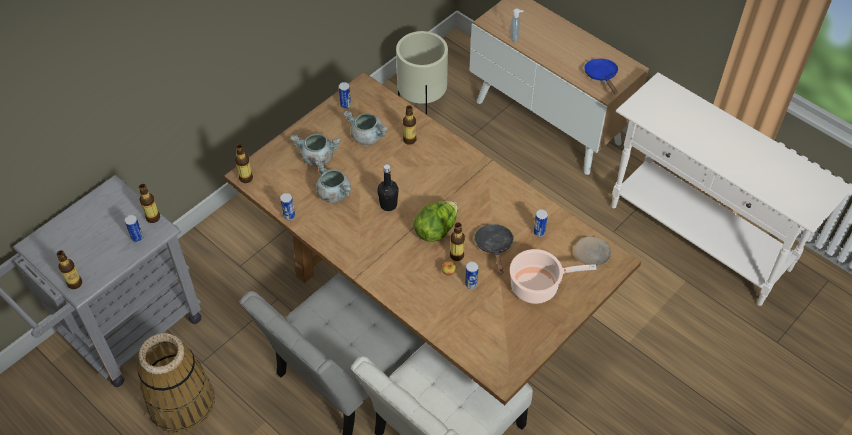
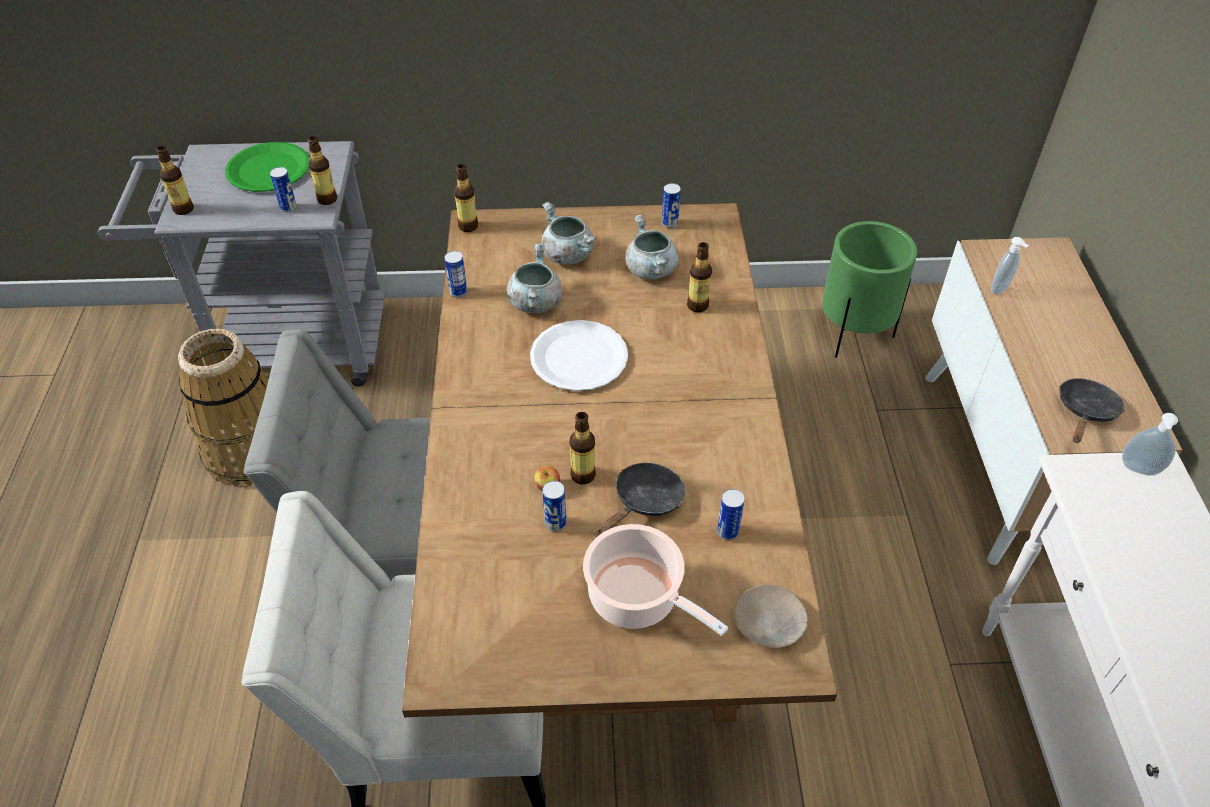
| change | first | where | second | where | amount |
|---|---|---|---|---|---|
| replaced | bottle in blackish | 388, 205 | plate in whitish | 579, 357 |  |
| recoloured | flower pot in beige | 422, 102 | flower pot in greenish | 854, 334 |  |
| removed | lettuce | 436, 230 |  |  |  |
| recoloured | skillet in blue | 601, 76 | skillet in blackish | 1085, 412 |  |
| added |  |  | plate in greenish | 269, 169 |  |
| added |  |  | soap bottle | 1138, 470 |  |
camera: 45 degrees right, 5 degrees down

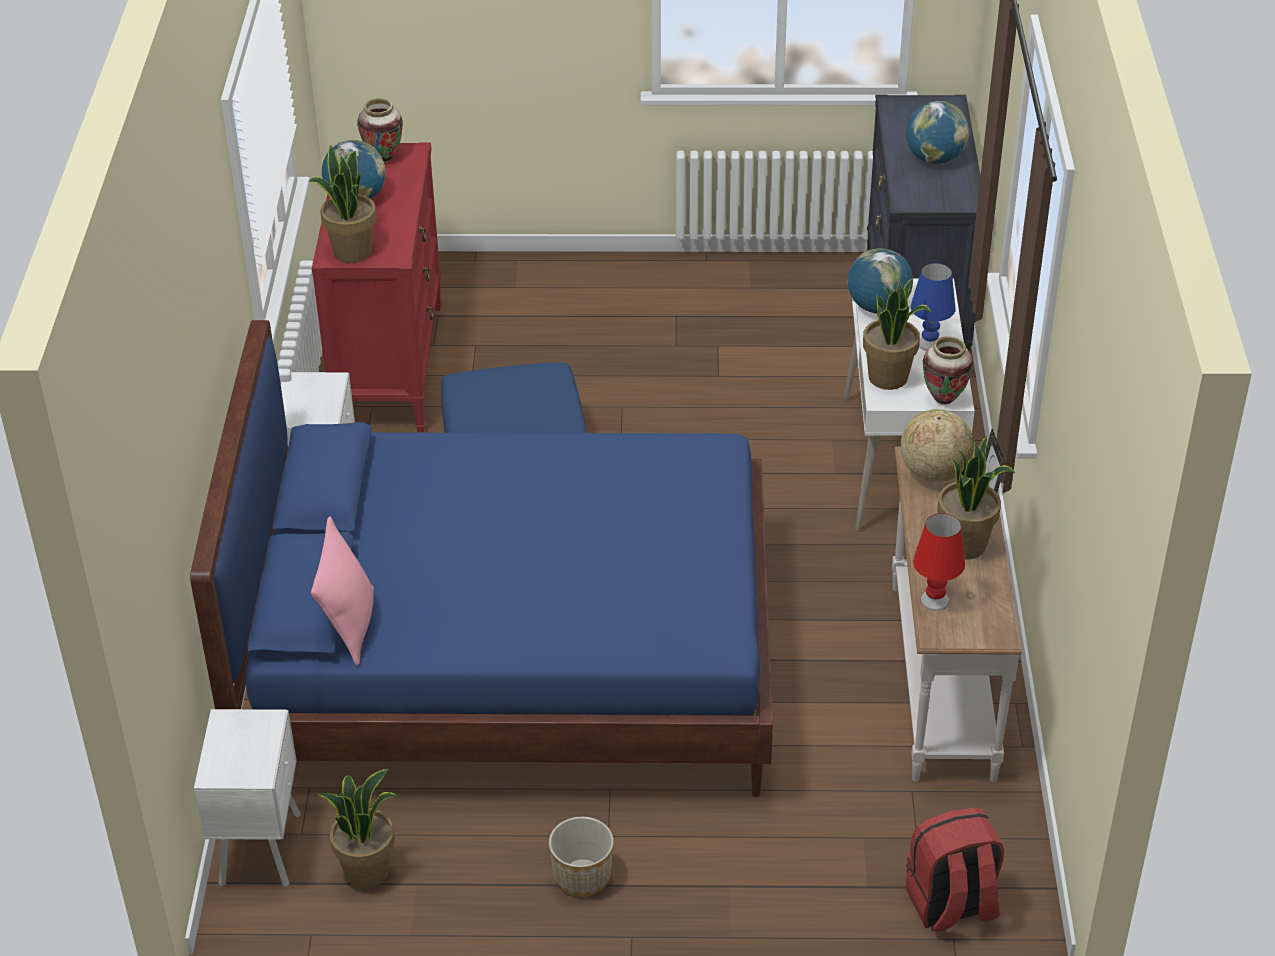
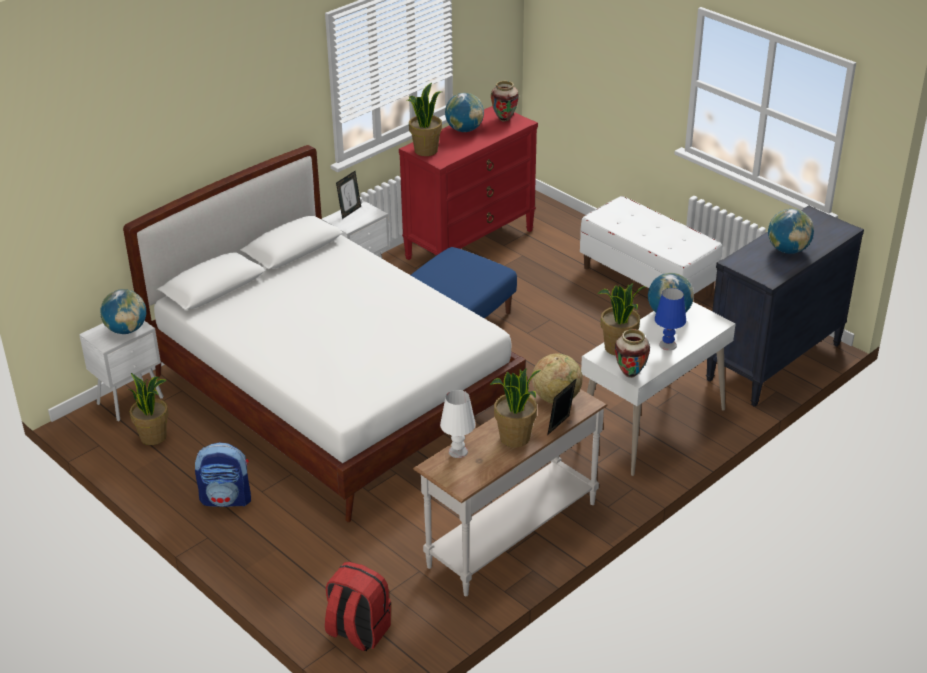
| change | first | where | second | where | amount |
|---|---|---|---|---|---|
| recoloured | sleeping bed in blue | 510, 660 | sleeping bed in whitish | 333, 394 |  |
| removed | pillow in pink | 350, 626 |  |  |  |
| replaced | flower pot | 582, 875 | backpack | 227, 499 |  |
| recoloured | lamp for a table in red | 935, 600 | lamp for a table in whitish | 458, 451 |  |
| added |  |  | desk globe | 126, 330 |  |
| added |  |  | photo frame | 349, 212 |  |
| added |  |  | long seat in whitish | 647, 281 |  |
camera: 45 degrees right, 5 degrees down

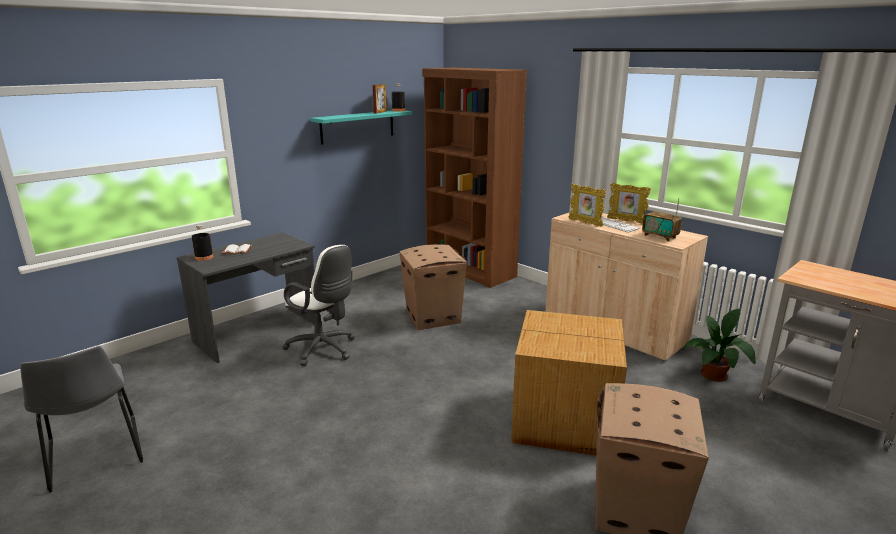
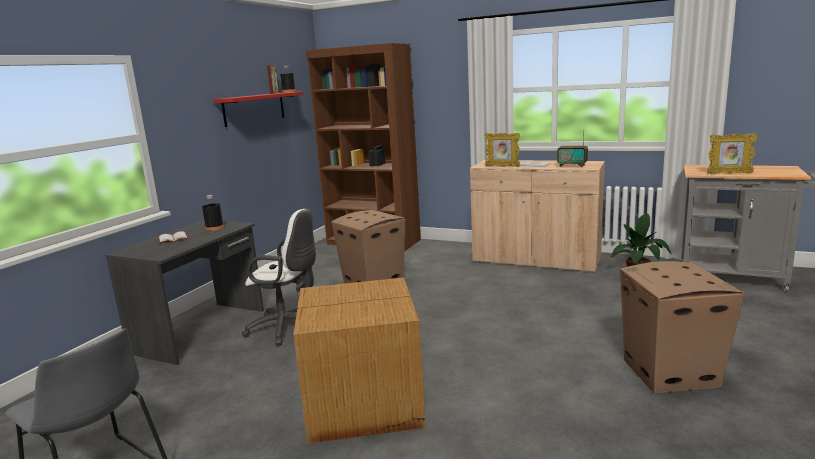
| change | first | where | second | where | amount |
|---|---|---|---|---|---|
| moved | bottle in blackish | 204, 257 |  | 214, 228 |  |
| recoloured | bracket shelf in turquoise-coloured | 357, 126 | bracket shelf in red | 254, 108 |  |
| moved | carton | 566, 421 |  | 365, 403 |  |
| moved | photo frame | 626, 221 |  | 729, 174 |  |
camera: 20 degrees left, 5 degrees down

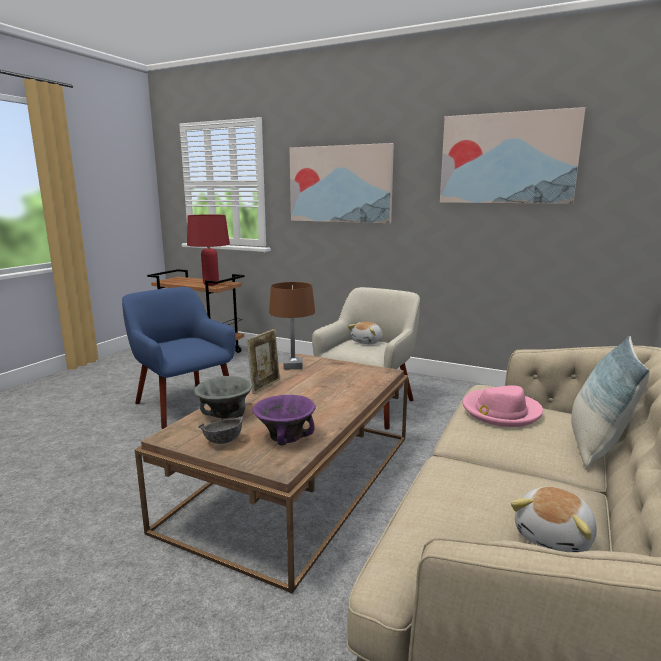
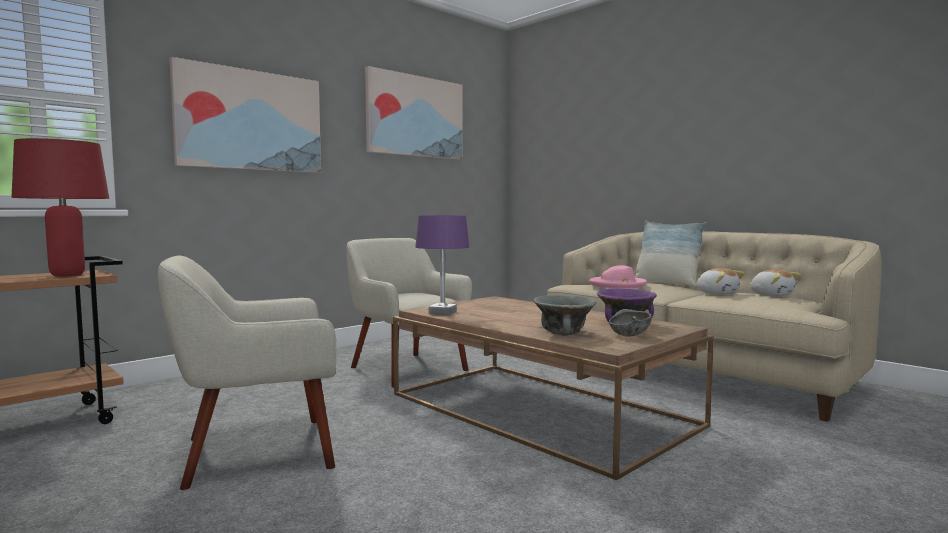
| change | first | where | second | where | amount |
|---|---|---|---|---|---|
| recoloured | lounge chair in blue | 183, 404 | lounge chair in beige | 255, 451 |  |
| removed | photo frame | 265, 386 |  |  |  |
| recoloured | lamp for a table in brown-coloured | 293, 366 | lamp for a table in purple | 442, 313 |  |
| moved | soft toy | 367, 342 |  | 717, 293 |  |
camera: 70 degrees left, 10 degrees down

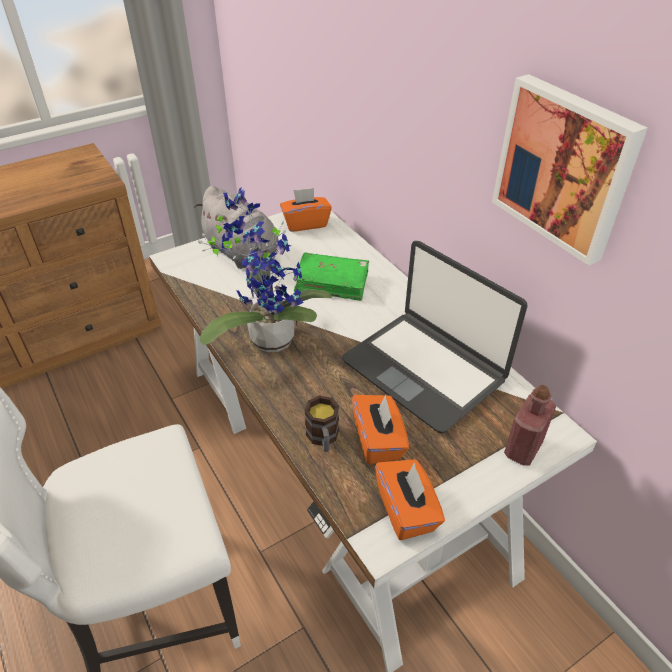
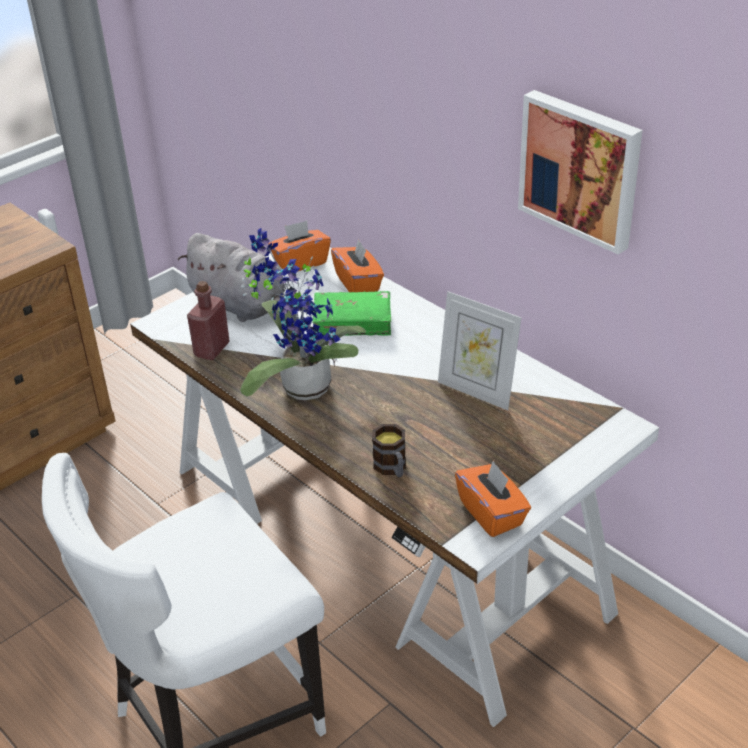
| change | first | where | second | where | amount |
|---|---|---|---|---|---|
| replaced | portable computer | 424, 370 | photo frame | 476, 391 |  |
| moved | box of tissues in orangey | 378, 441 |  | 358, 283 |  |
| moved | bottle in red | 523, 449 |  | 212, 349 |  |
camera: 10 degrees left, 5 degrees down

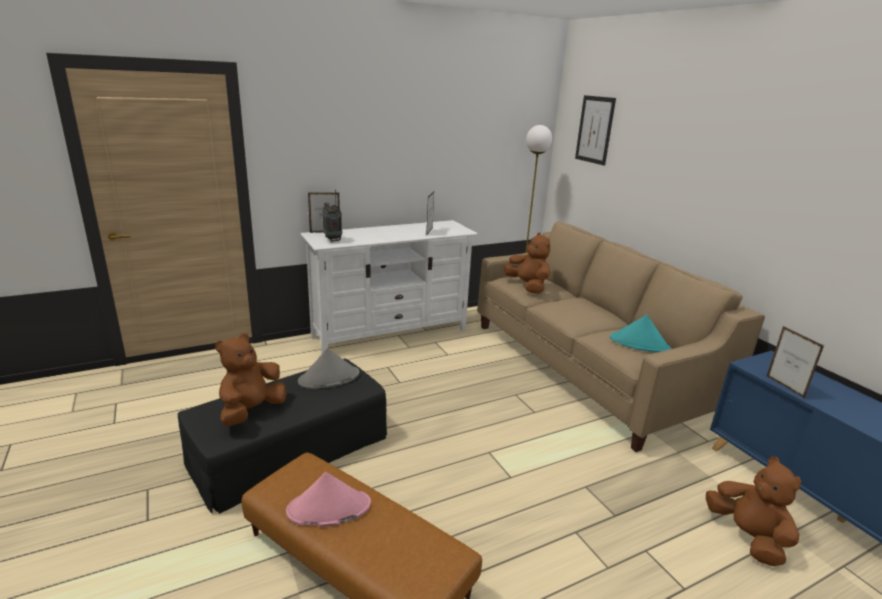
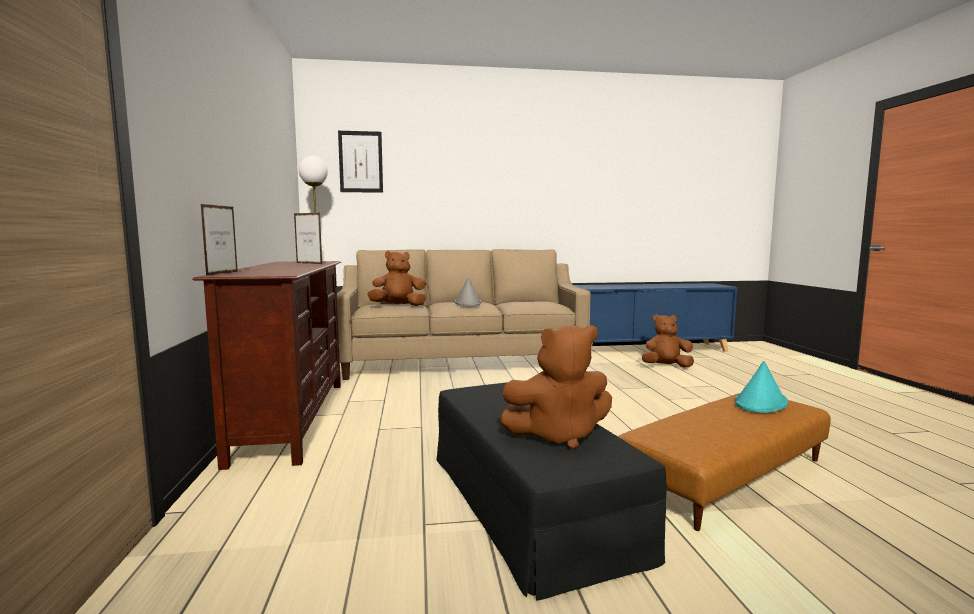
| change | first | where | second | where | amount |
|---|---|---|---|---|---|
| turned | soft toy in brown-coloured | 251, 411 |  | 558, 435 | 60 degrees counterclockwise |
| removed | wearable hat in pink | 328, 508 |  |  |  |
| moved | wearable hat in gray | 329, 378 |  | 468, 303 |  |
| recoloured | tv stand in whitish | 390, 333 | tv stand in brown-coloured | 291, 419 |  |
| removed | radio set | 333, 240 |  |  |  |
| moved | wearable hat in turquoise-coloured | 639, 343 |  | 760, 403 |  |
| removed | photo frame | 784, 387 |  |  |  |
camera: 70 degrees left, 15 degrees down

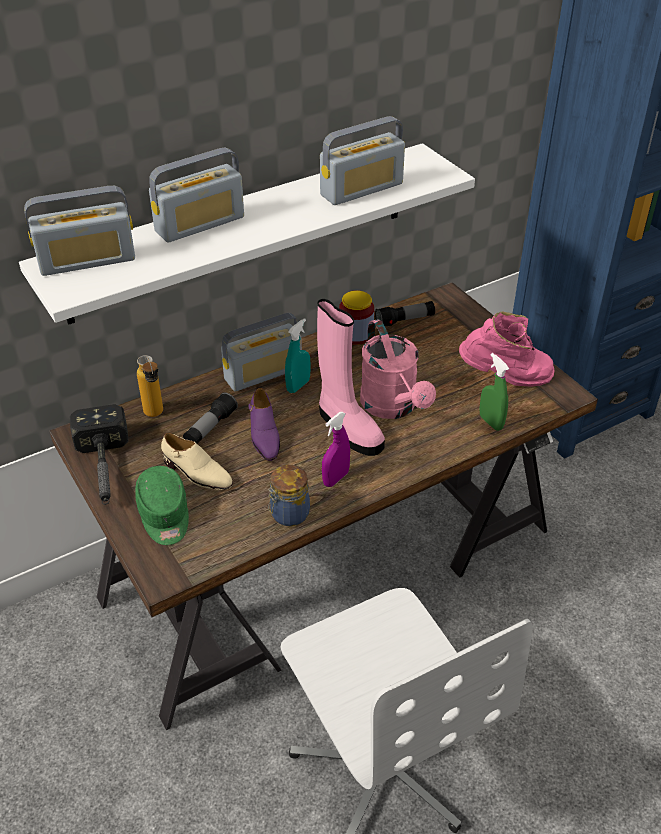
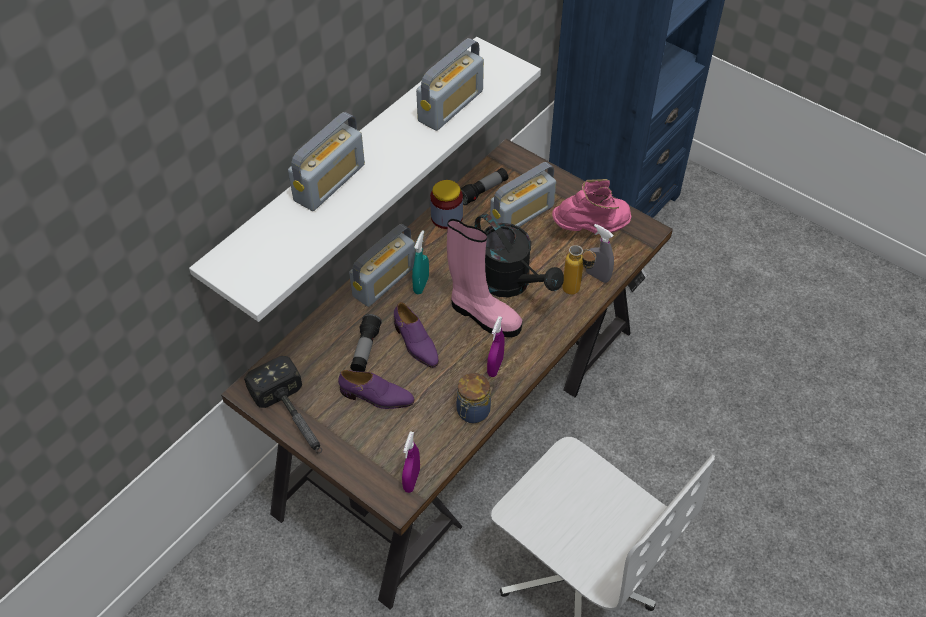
| change | first | where | second | where | amount |
|---|---|---|---|---|---|
| moved | radio set | 87, 261 |  | 522, 215 |  |
| removed | cap in greenish | 164, 516 |  |  |  |
| moved | bottle | 156, 416 |  | 576, 292 |  |
| recoloured | low shoe in beige | 197, 473 | low shoe in purple | 376, 397 |  |
| recoloured | sprinkling can in pink | 393, 407 | sprinkling can in blackish | 511, 284 |  |
| recoloured | sprayer in greenish | 491, 422 | sprayer in gray | 597, 276 |  |
| added |  |  | sprayer in purple | 411, 480 |  |
camera: 20 degrees left, 10 degrees up

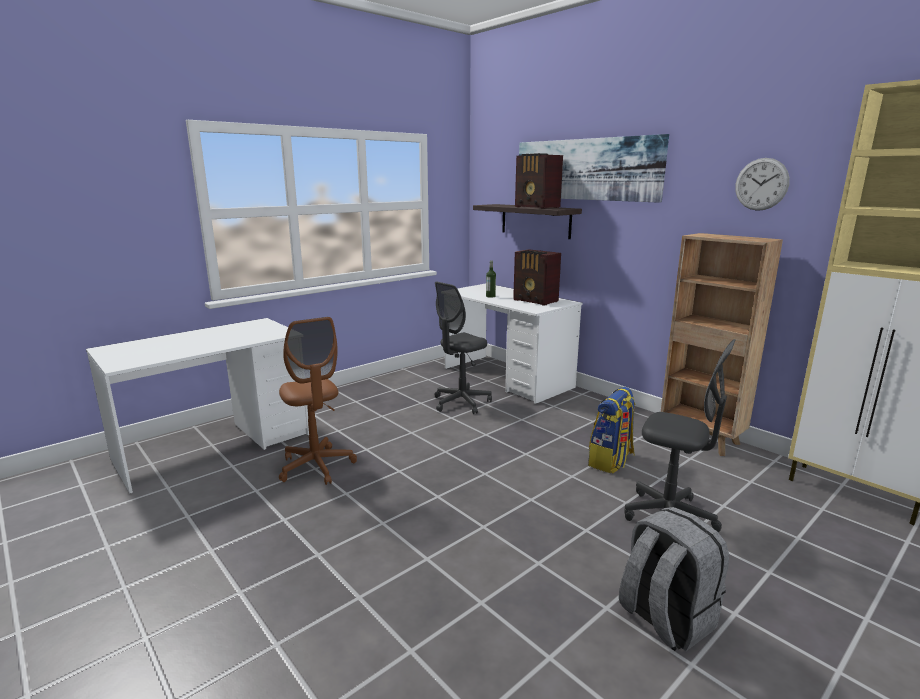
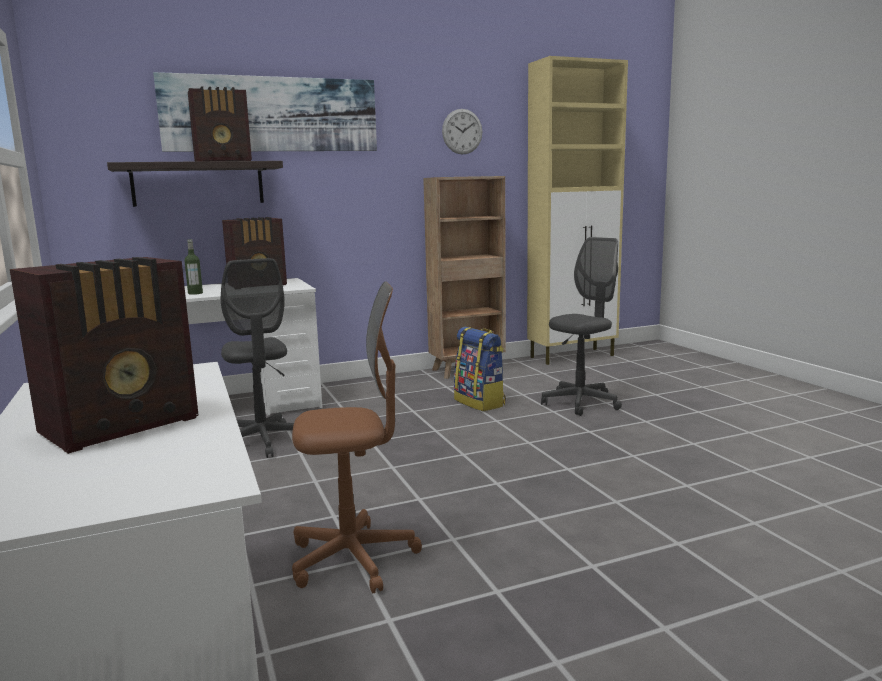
| change | first | where | second | where | amount |
|---|---|---|---|---|---|
| removed | backpack in gray | 664, 618 |  |  |  |
| added |  |  | radio set | 124, 425 |  |
camera: 70 degrees left, 5 degrees down

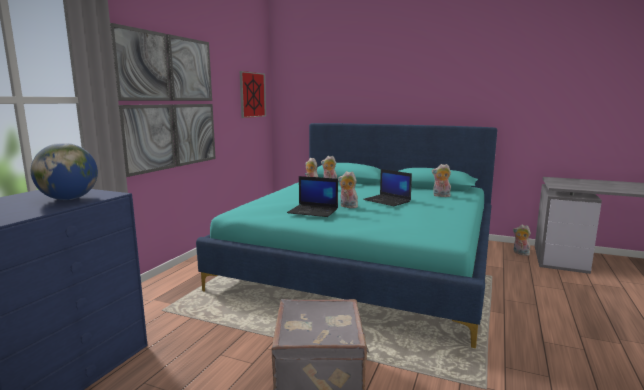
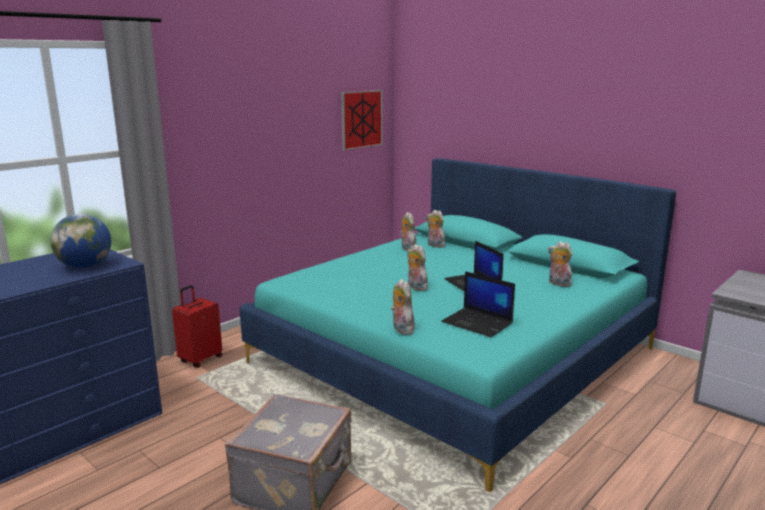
| change | first | where | second | where | amount |
|---|---|---|---|---|---|
| removed | wall art | 169, 102 |  |  |  |
| moved | portable computer | 314, 211 |  | 478, 323 |  |
| moved | soft toy | 520, 253 |  | 401, 329 |  |
| added |  |  | travel case in red | 200, 359 |  |
camera: 20 degrees right, 5 degrees up

